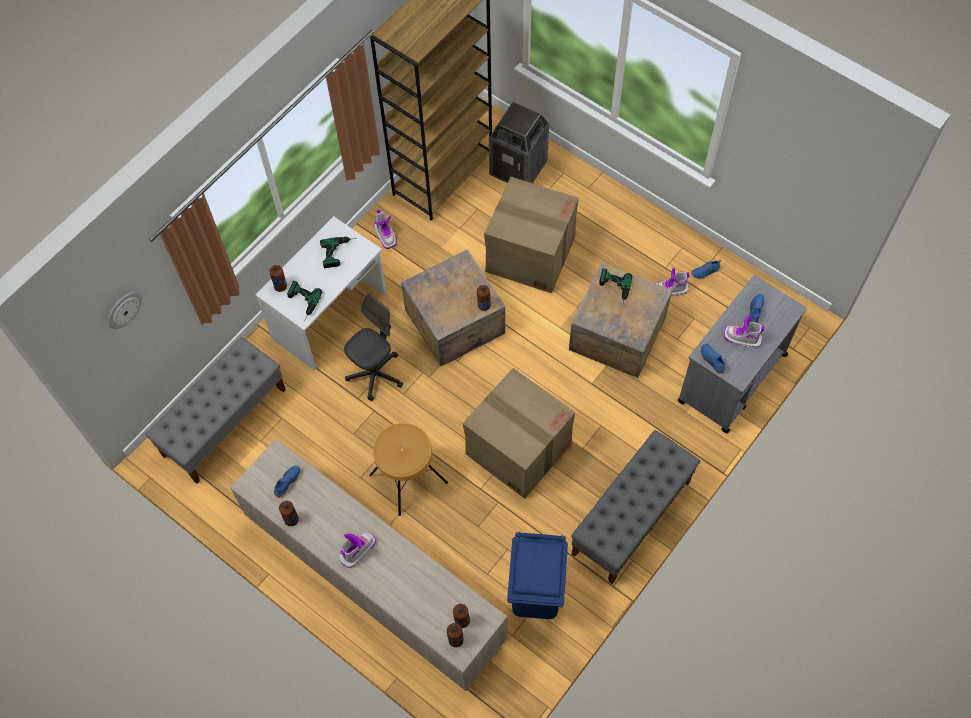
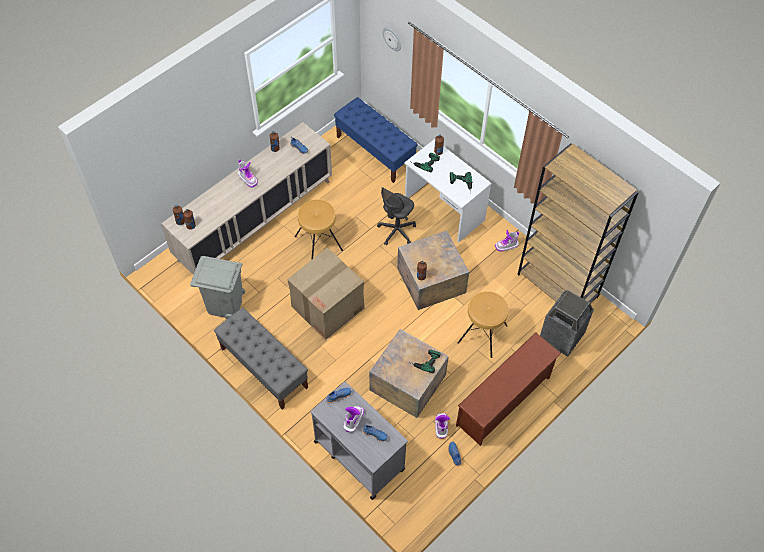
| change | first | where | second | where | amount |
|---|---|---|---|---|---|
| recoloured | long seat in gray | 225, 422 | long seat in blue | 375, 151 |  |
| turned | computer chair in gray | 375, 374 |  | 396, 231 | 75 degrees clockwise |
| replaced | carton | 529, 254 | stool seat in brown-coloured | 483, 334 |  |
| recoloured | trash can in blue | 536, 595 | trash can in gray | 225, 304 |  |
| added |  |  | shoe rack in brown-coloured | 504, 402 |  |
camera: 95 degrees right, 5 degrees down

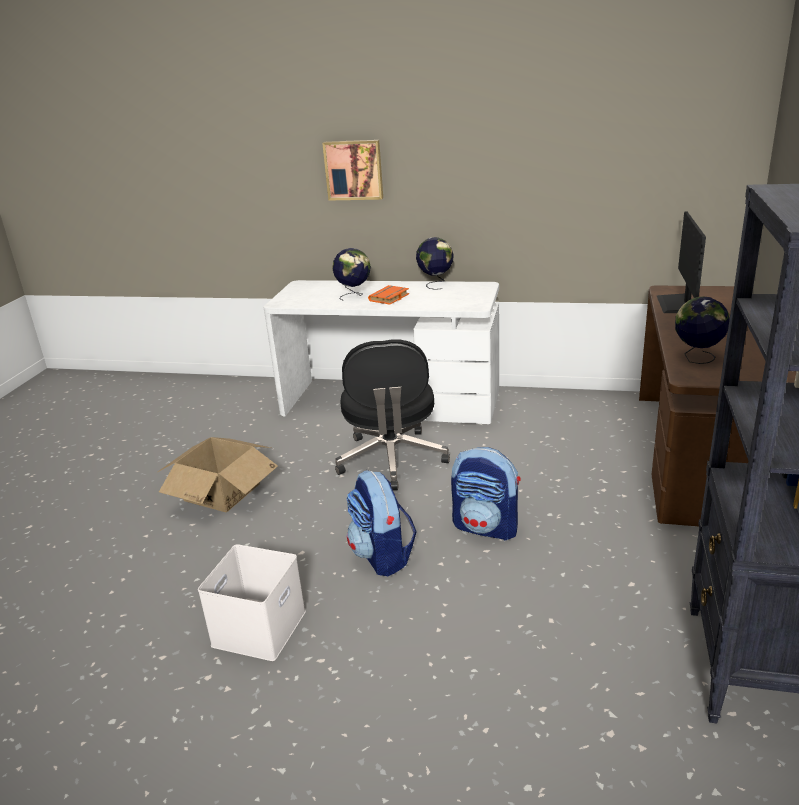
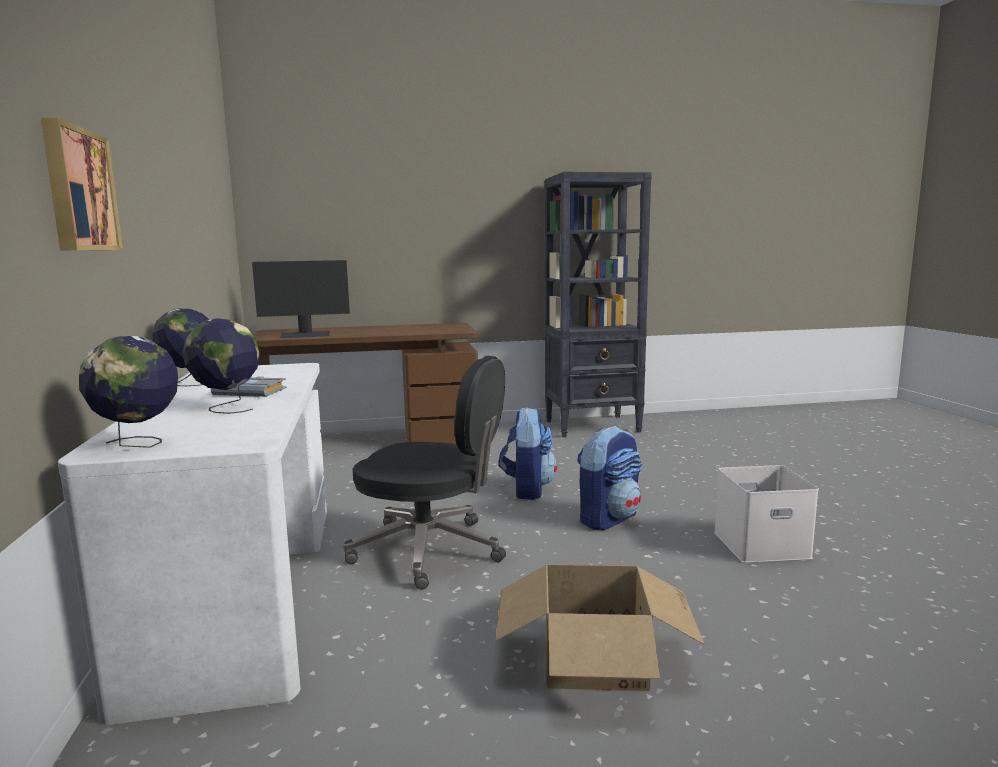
| change | first | where | second | where | amount |
|---|---|---|---|---|---|
| turned | computer chair in blackish | 391, 460 |  | 431, 550 | 45 degrees clockwise |
| recoloured | bound book in orangey | 389, 298 | bound book in gray | 252, 392 |  |
| moved | desk globe | 697, 359 |  | 138, 444 |  |
camera: 115 degrees left, 15 degrees down

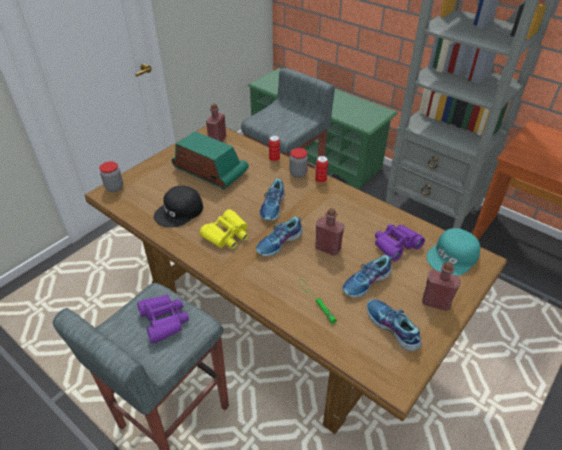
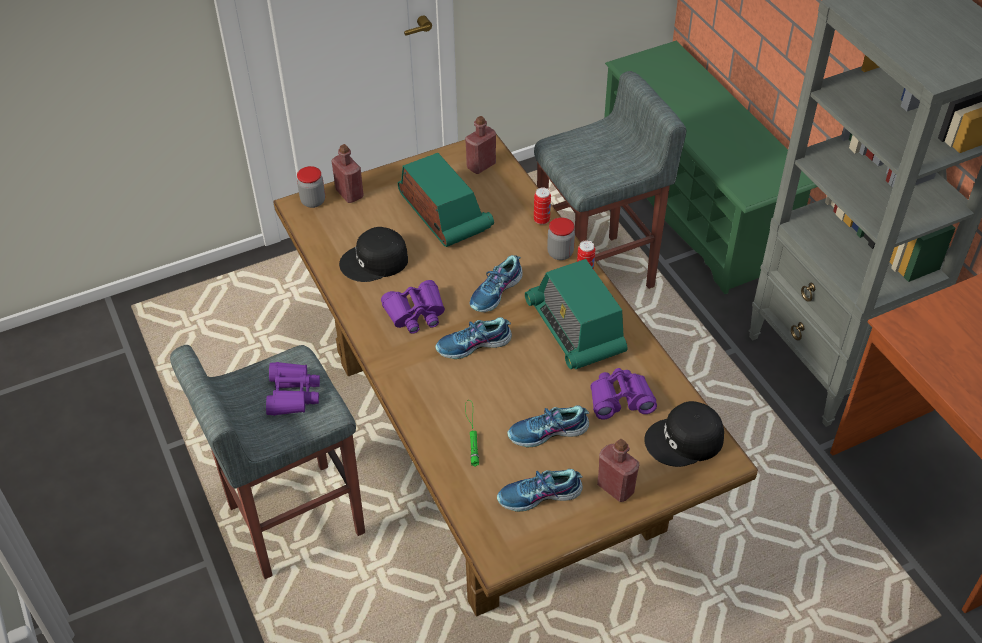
| change | first | where | second | where | amount |
|---|---|---|---|---|---|
| recoloured | field glasses in yellow | 227, 235 | field glasses in purple | 415, 313 |  |
| moved | bottle in red | 328, 248 |  | 349, 194 |  |
| turned | low shoe | 392, 328 |  | 539, 496 | 90 degrees counterclockwise |
| recoloured | cap in turquoise-coloured | 453, 257 | cap in blackish | 685, 440 |  |
| added |  |  | radio set | 575, 329 |  |
camera: 25 degrees right, 5 degrees up

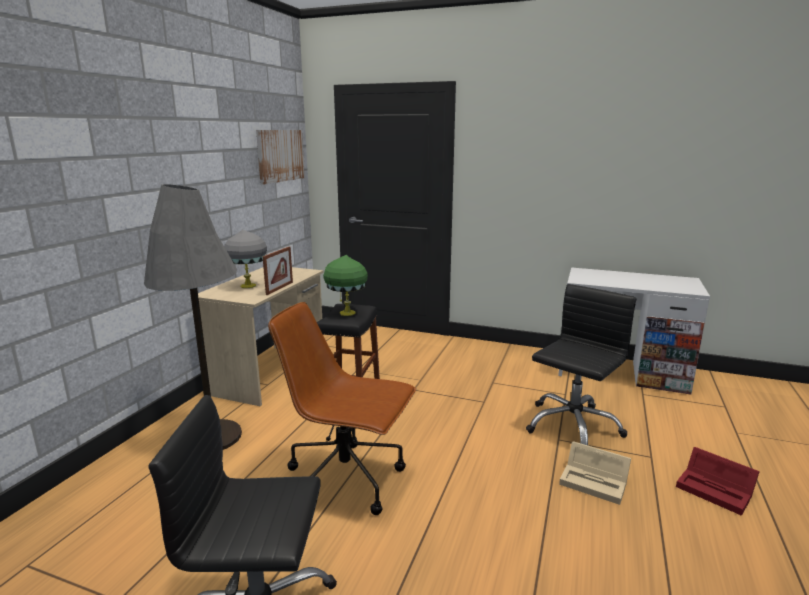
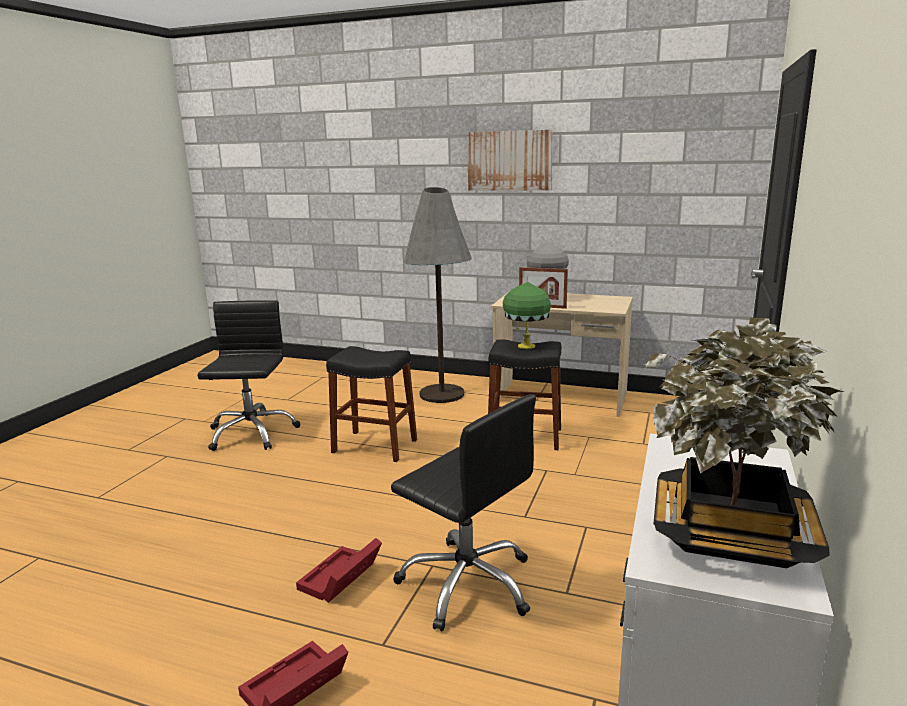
| change | first | where | second | where | amount |
|---|---|---|---|---|---|
| moved | wall art | 280, 155 |  | 509, 160 |  |
| replaced | computer chair in brown-coloured | 347, 480 | stool seat in blackish | 375, 446 |  |
| recoloured | storage box in beige | 596, 482 | storage box in red | 340, 580 |  |
| added |  |  | plant in a pot | 730, 534 |  |
camera: 90 degrees right, 0 degrees up

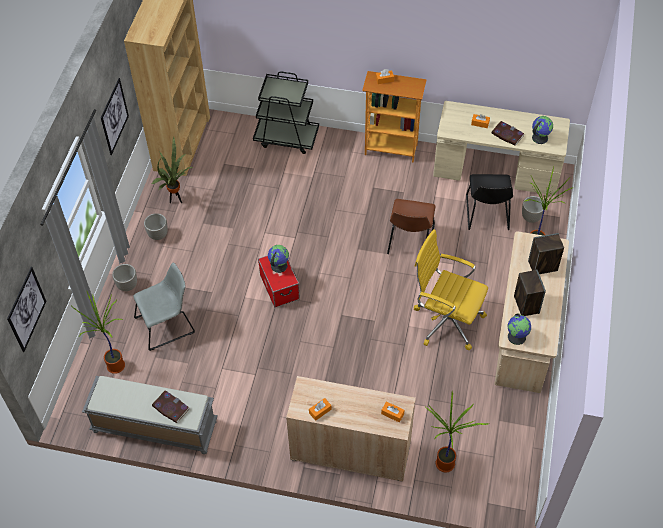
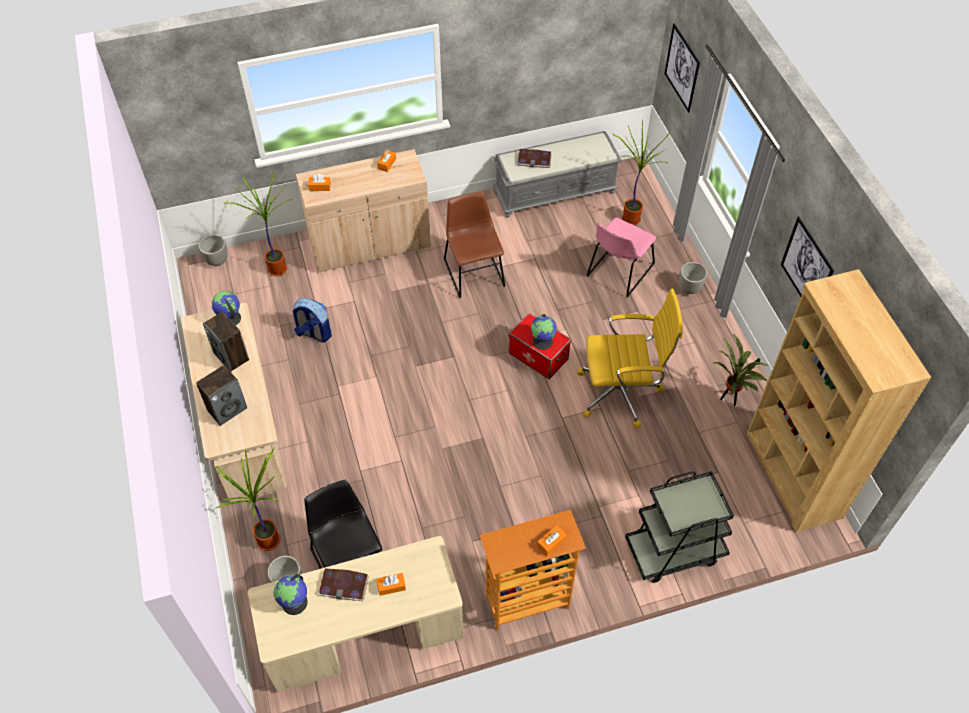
| change | first | where | second | where | amount |
|---|---|---|---|---|---|
| recoloured | chair in gray | 167, 324 | chair in pink | 618, 272 |  |
| moved | flower pot | 158, 235 |  | 217, 261 |  |
| moved | chair in brown-coloured | 410, 241 |  | 473, 270 |  |
| moved | computer chair in yellow | 446, 320 |  | 621, 392 |  |
| added |  |  | backpack | 314, 333 |  |
camera: 150 degrees right, 0 degrees up

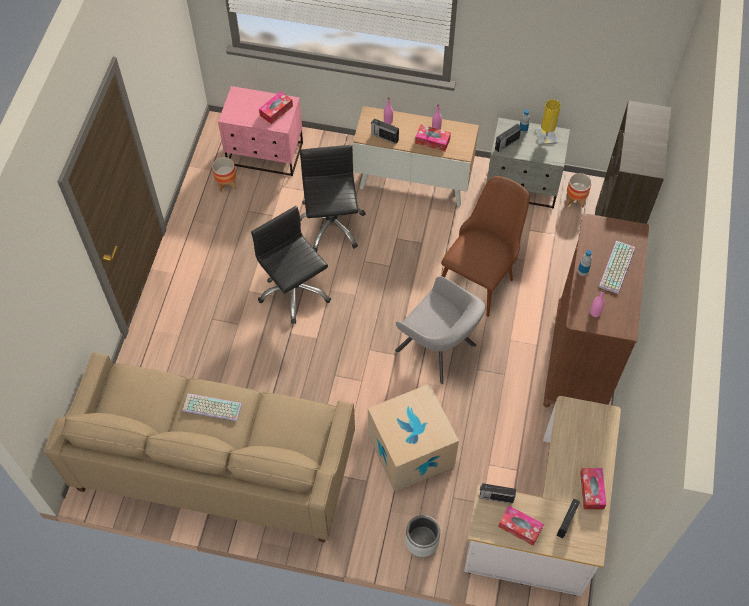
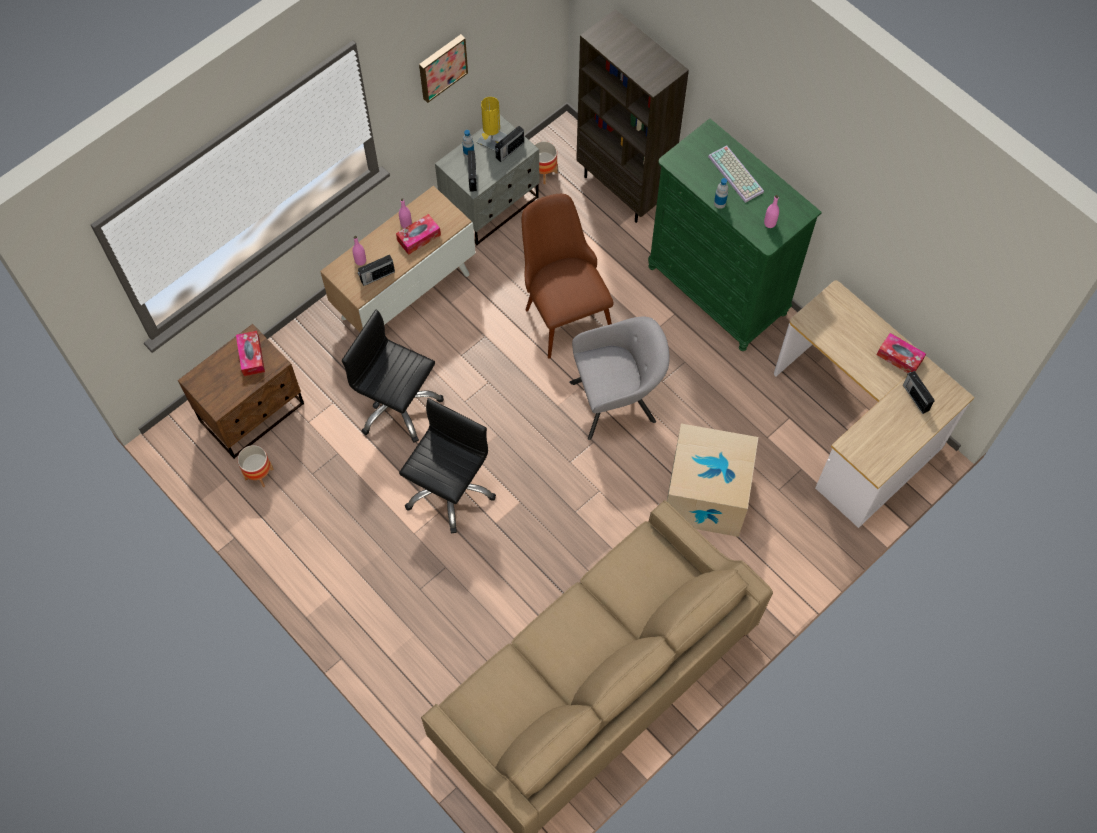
| change | first | where | second | where | amount |
|---|---|---|---|---|---|
| removed | computer keyboard | 211, 408 |  |  |  |
| recoloured | bedside table in pink | 265, 154 | bedside table in brown-coloured | 253, 412 |  |
| turned | computer chair in blackish | 294, 291 |  | 449, 489 | 120 degrees clockwise |
| removed | flower pot in gray | 422, 541 |  |  |  |
| moved | radio set | 495, 497 |  | 509, 150 |  |
| removed | box of tissues | 520, 527 |  |  |  |
| recoloured | drawer chest in brown-coloured | 579, 361 | drawer chest in greenish | 717, 291 |  |
| added |  |  | wall art | 441, 66 |  |
camera: 55 degrees left, 5 degrees up

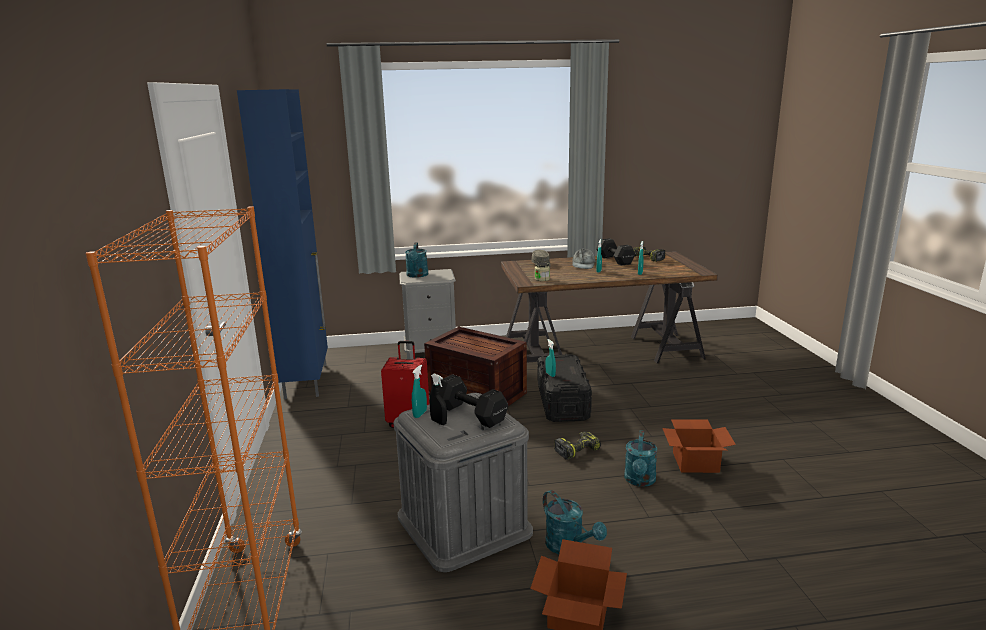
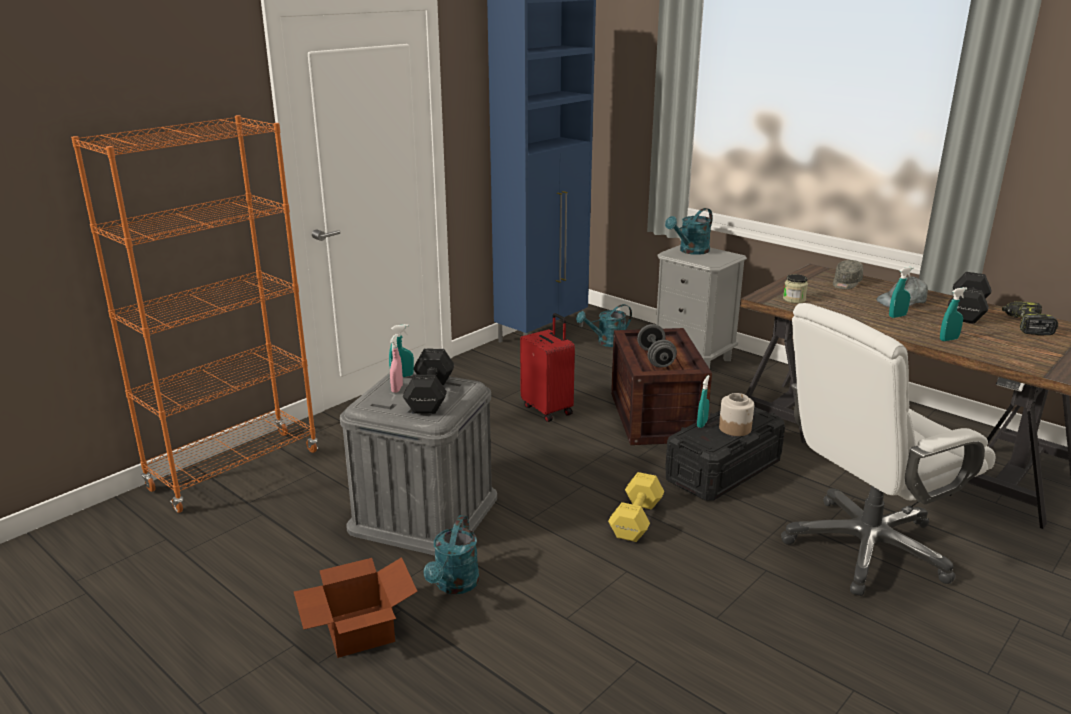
| change | first | where | second | where | amount |
|---|---|---|---|---|---|
| recoloured | sprayer in blackish | 439, 422 | sprayer in pink | 397, 389 |  |
| replaced | drill | 577, 450 | free weight in yellow | 635, 521 |  |
| moved | sprinkling can in turquoise-coloured | 640, 481 |  | 606, 342 |  |
| removed | carton | 696, 461 |  |  |  |
| added |  |  | free weight in gray | 655, 358 |  |
| added |  |  | jar | 735, 428 |  |
| added |  |  | computer chair in whitish | 865, 548 |  |
camera: 50 degrees right, 5 degrees up

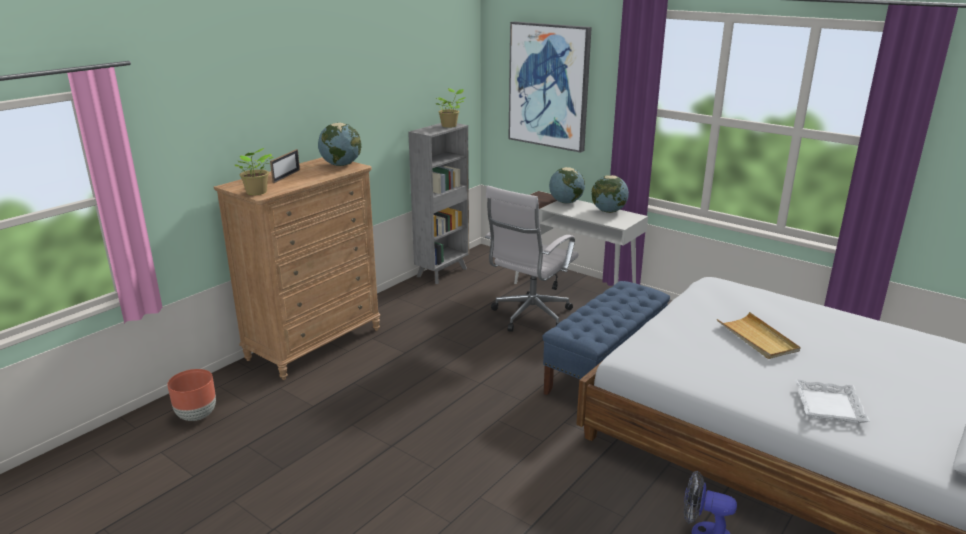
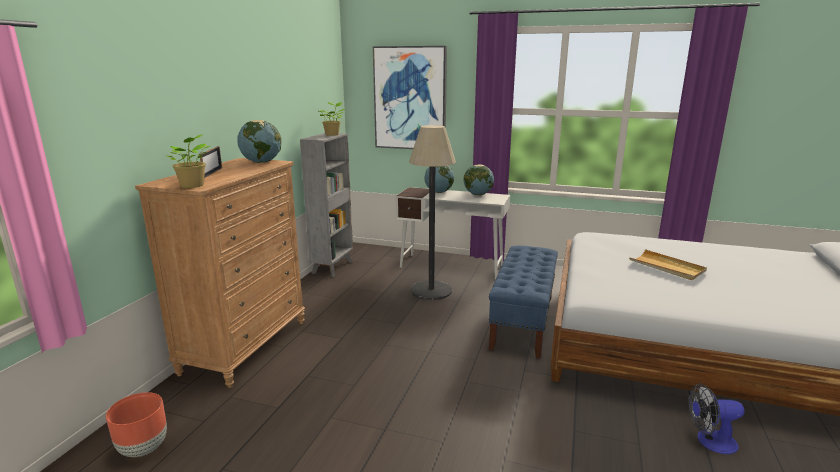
| change | first | where | second | where | amount |
|---|---|---|---|---|---|
| replaced | computer chair in whitish | 529, 317 | floor lamp | 431, 290 |  |
| removed | tray in whitish | 829, 406 |  |  |  |
camera: 20 degrees left, 5 degrees down

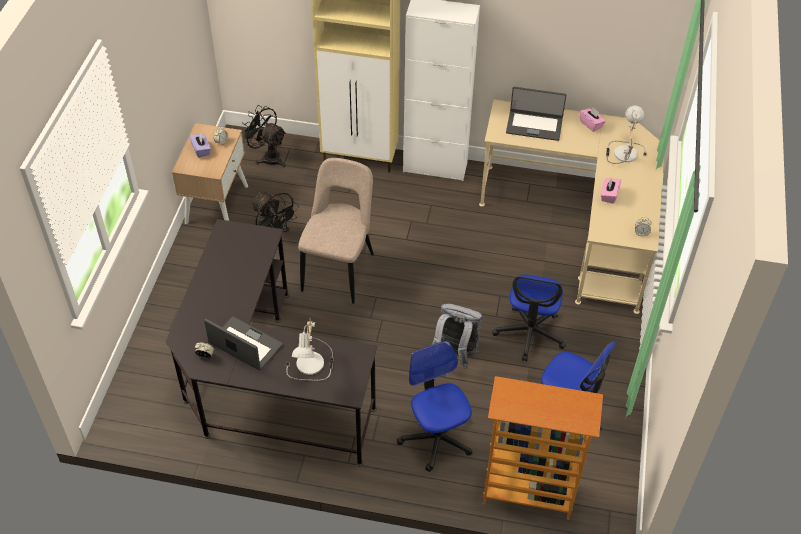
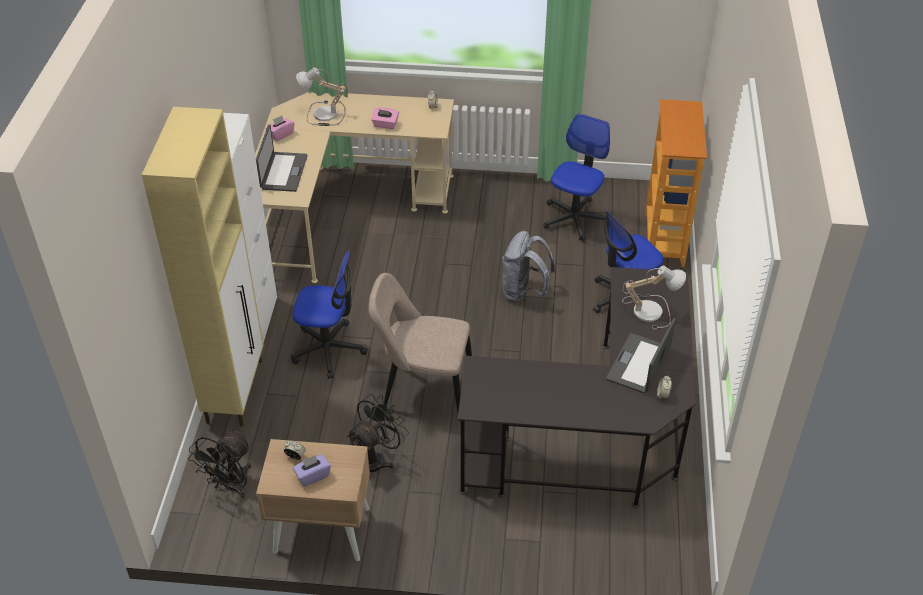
| change | first | where | second | where | amount |
|---|---|---|---|---|---|
| moved | computer chair | 529, 333 |  | 328, 349 |  |
camera: 95 degrees left, 5 degrees down

